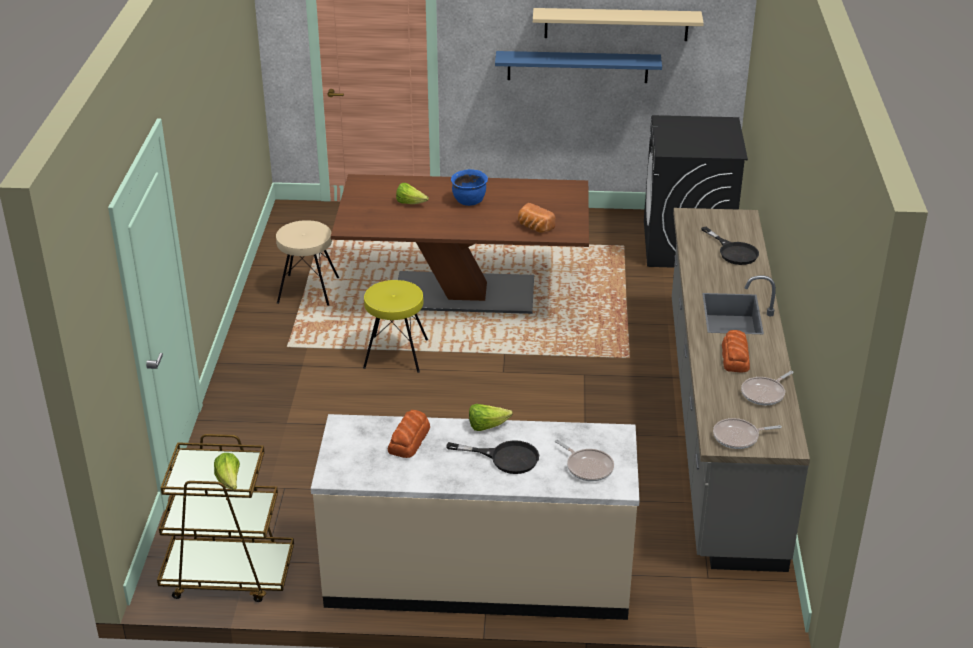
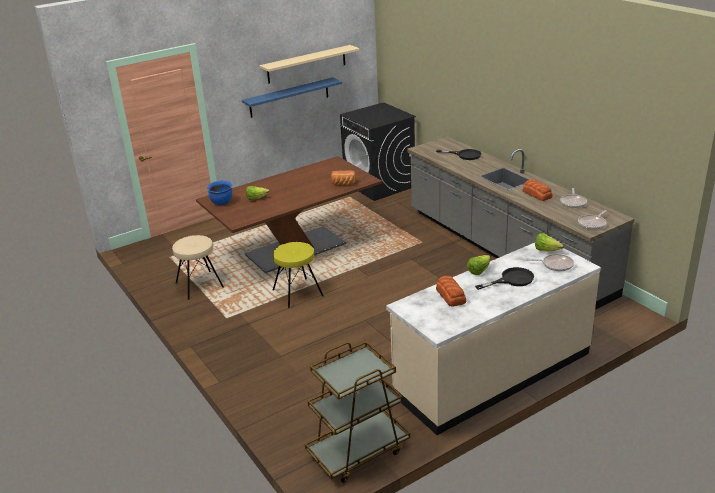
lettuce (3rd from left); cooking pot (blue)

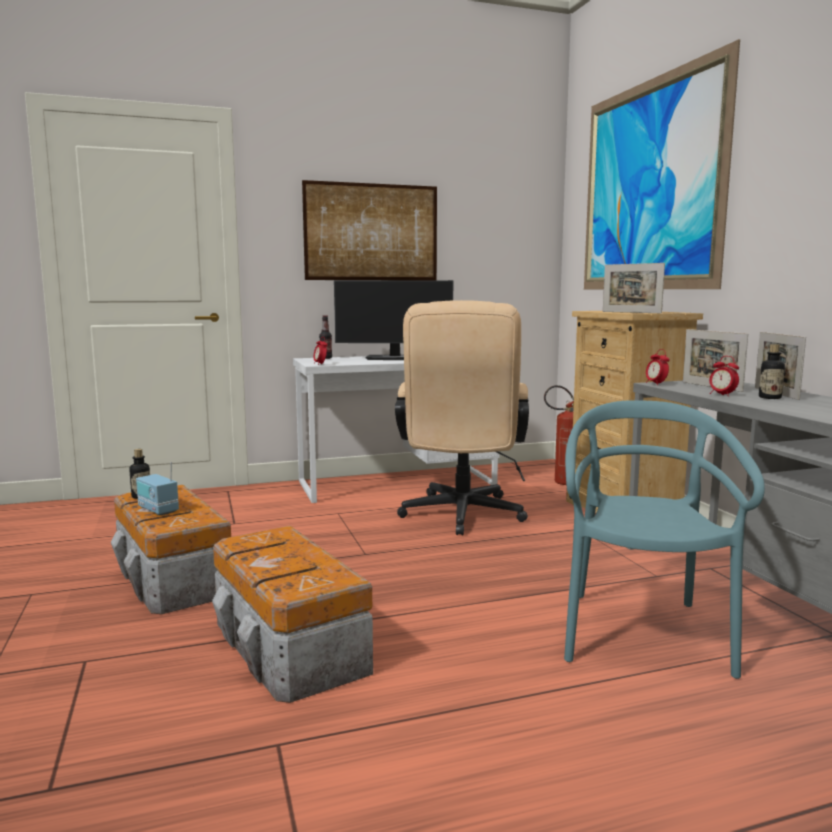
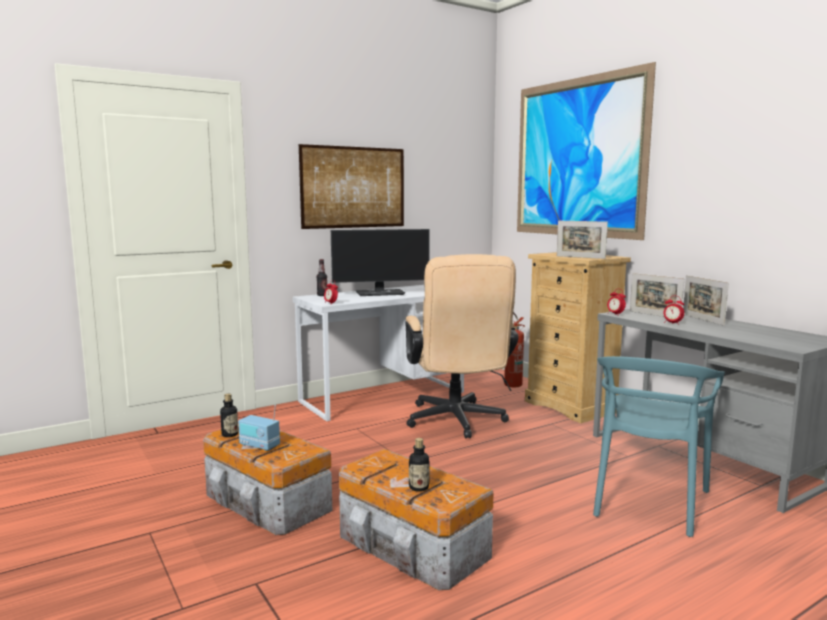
chair (turquoise); bottle (3rd from left)

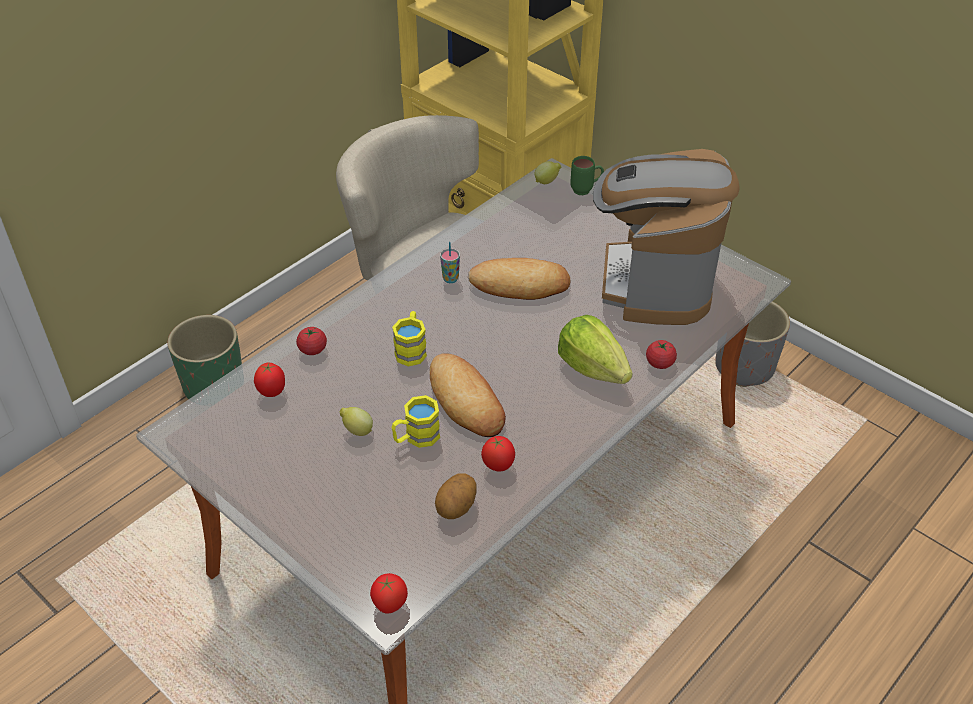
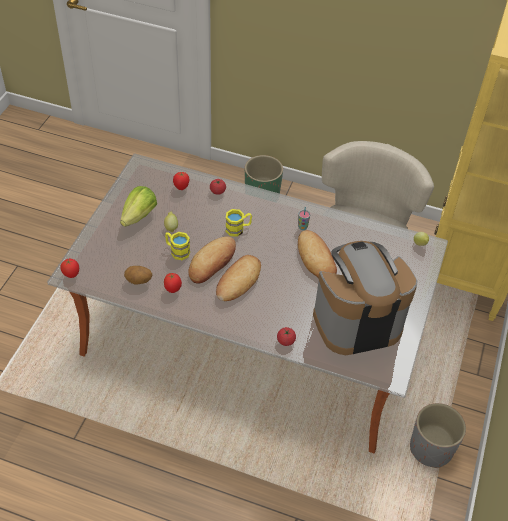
lettuce; mug (green); bread (2nd from left)

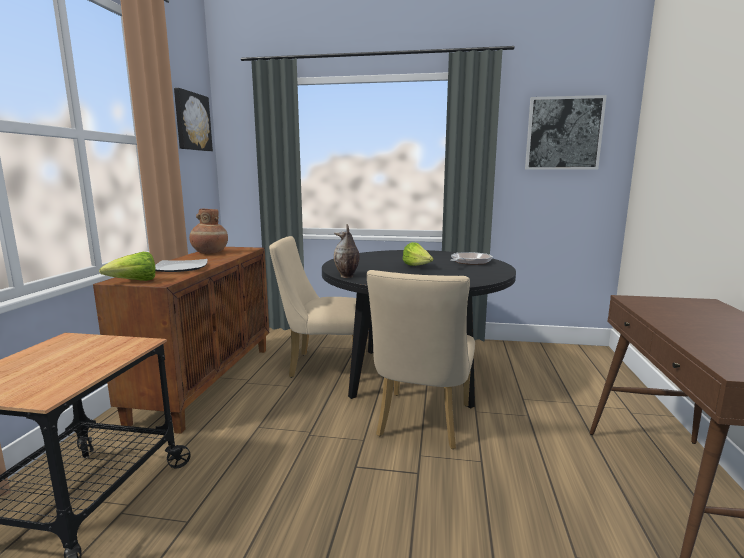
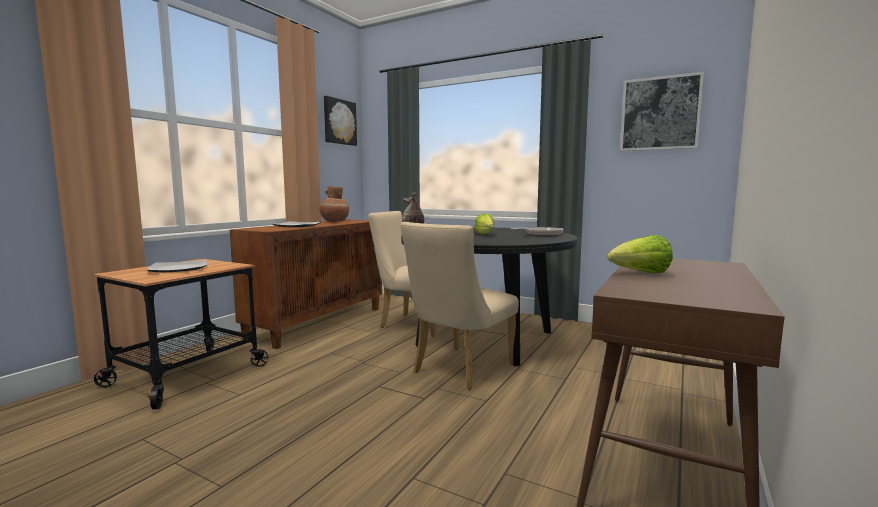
lettuce (2nd from left); plate (1st from left)

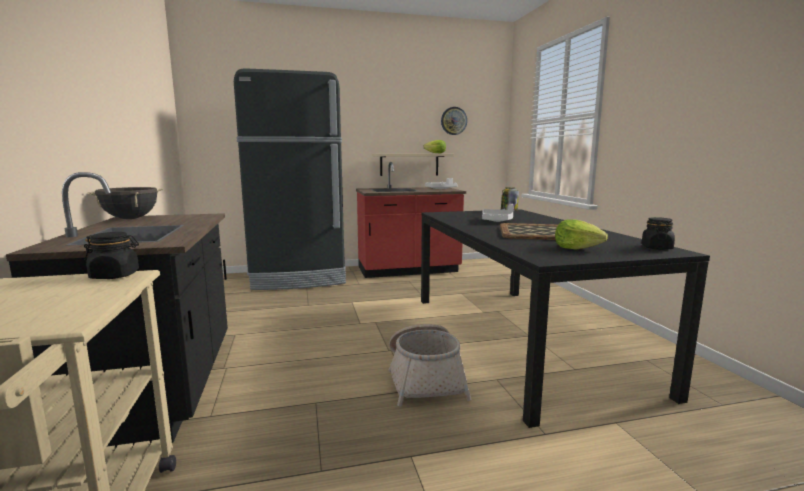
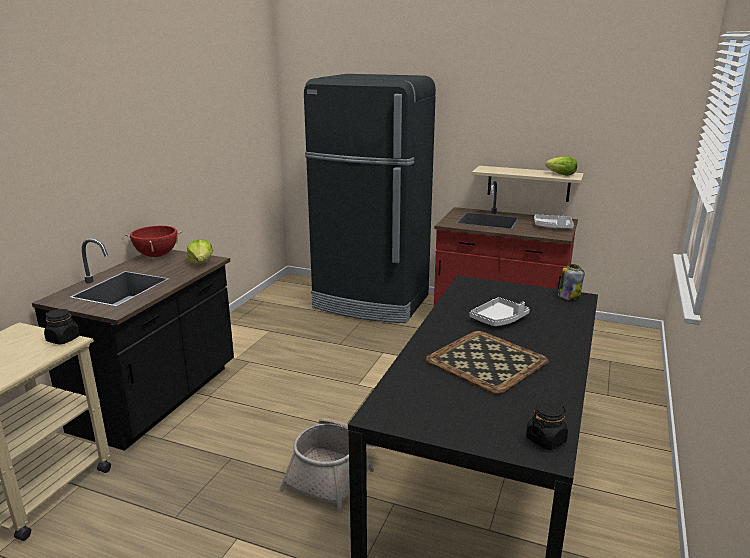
cooking pot (red); wall clock; lettuce (1st from left)

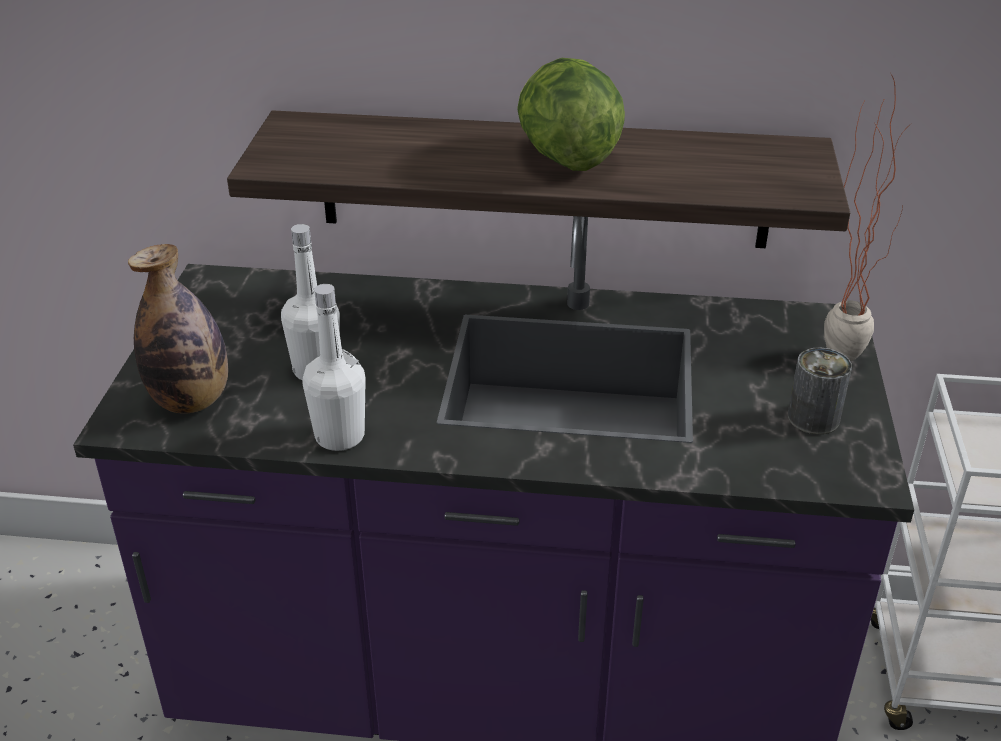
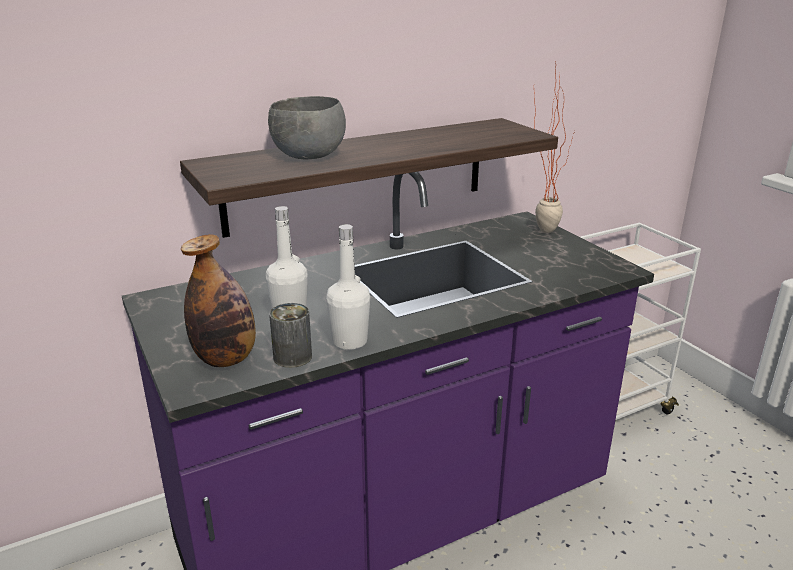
lettuce; can; bowl (grey)

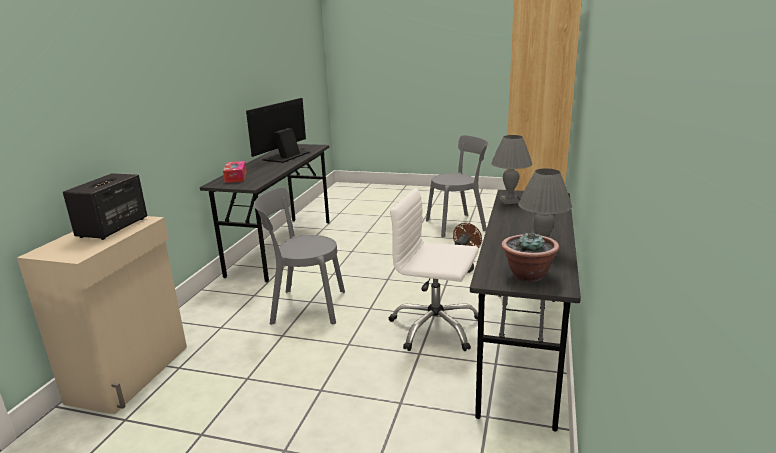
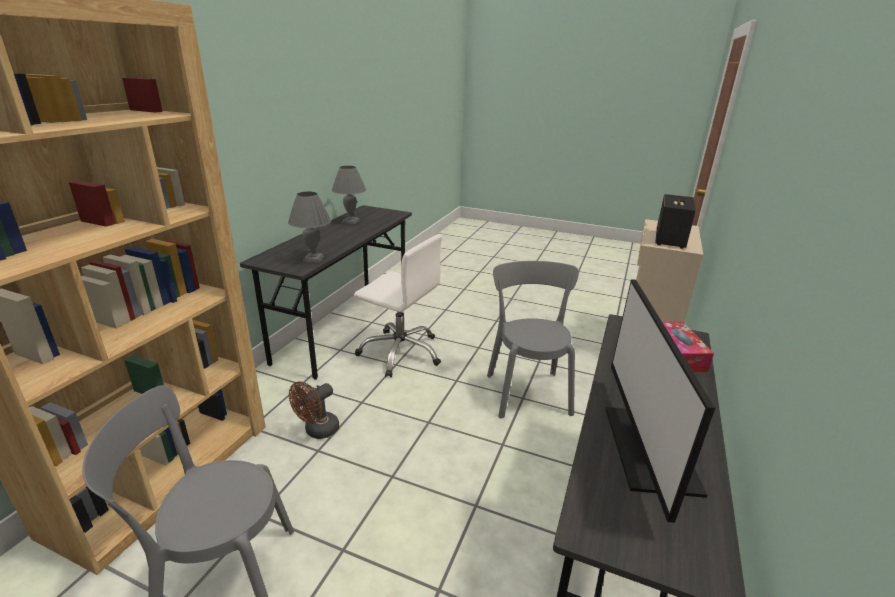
monitor; chair (grey) (2nd from left); potted plant

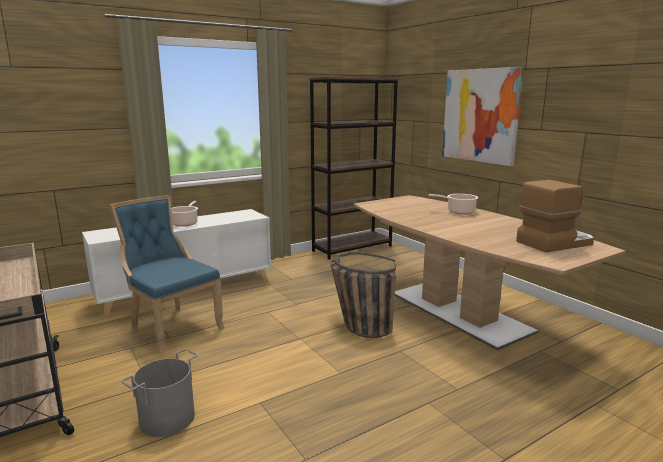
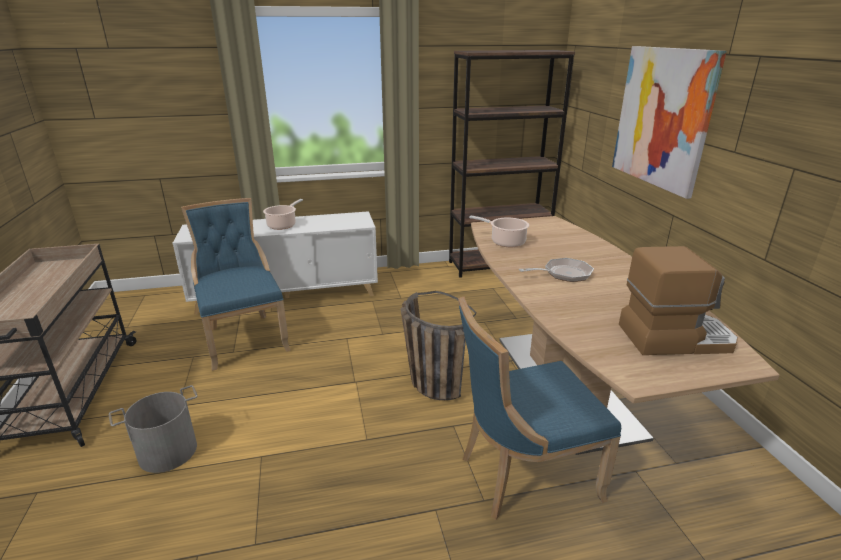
cooking pot (2nd from left); chair (blue) (2nd from left); frying pan

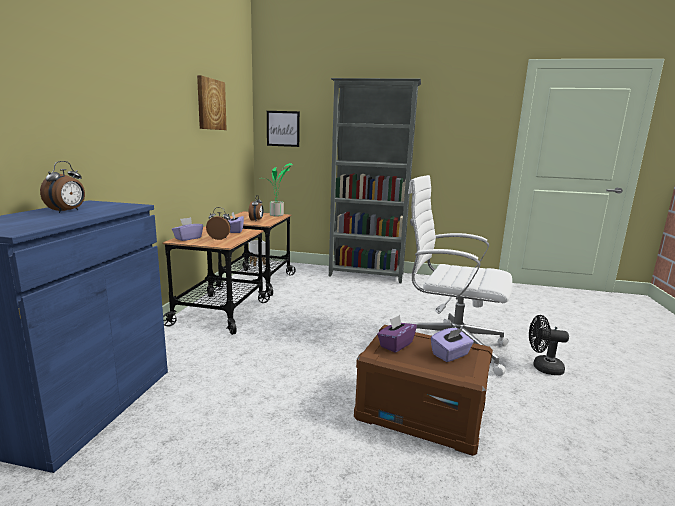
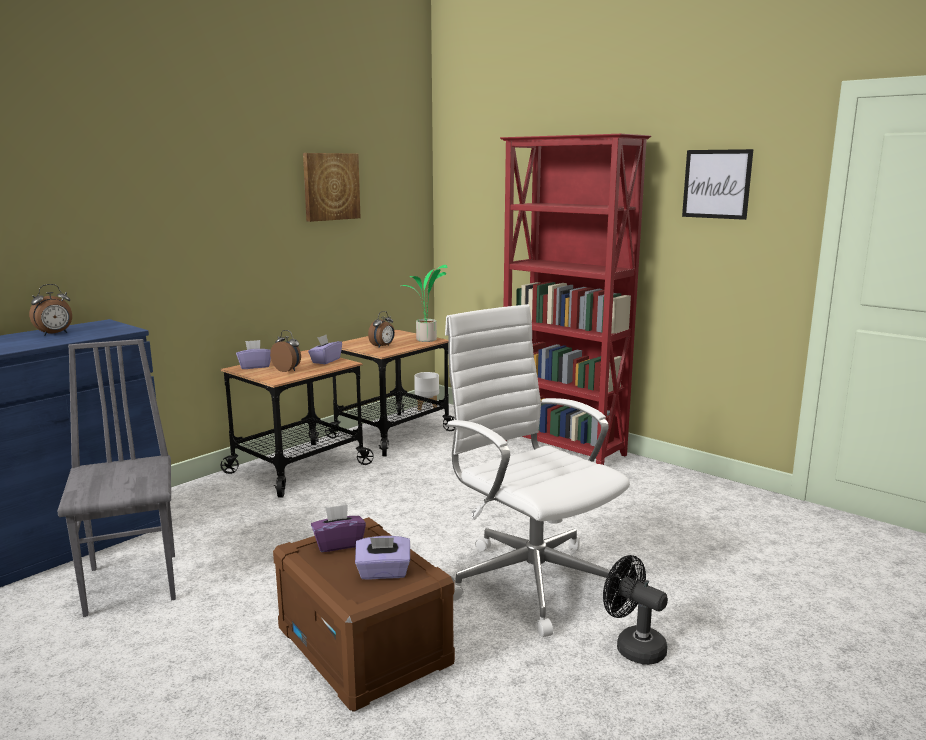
picture (2nd from left); bookcase (red); chair (grey)

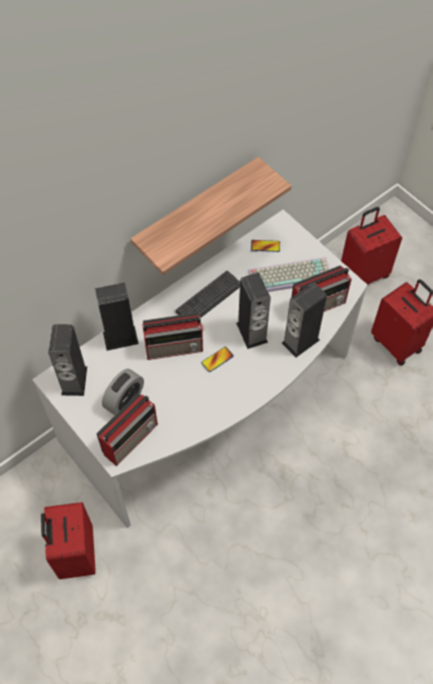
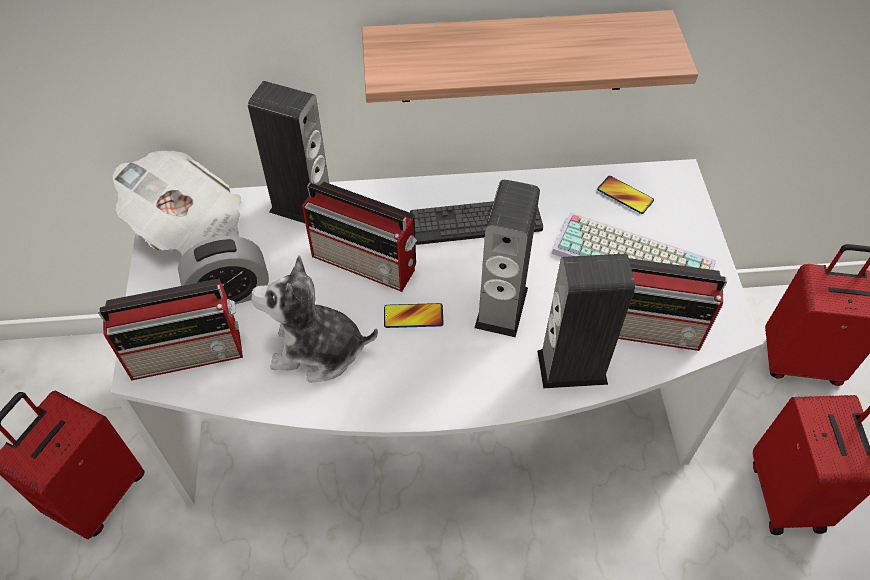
newspaper; plush toy

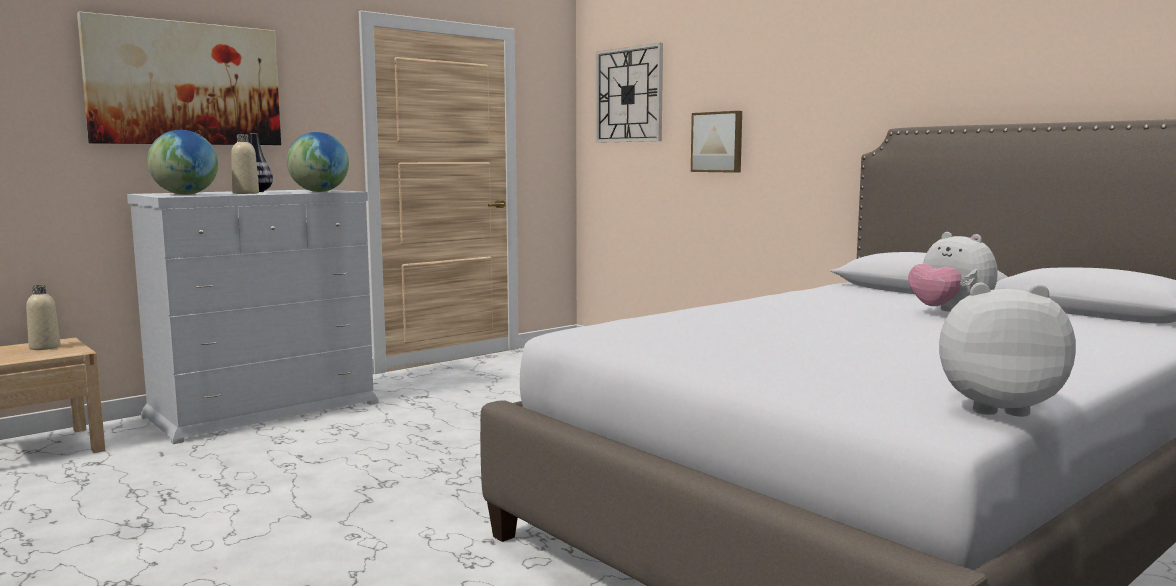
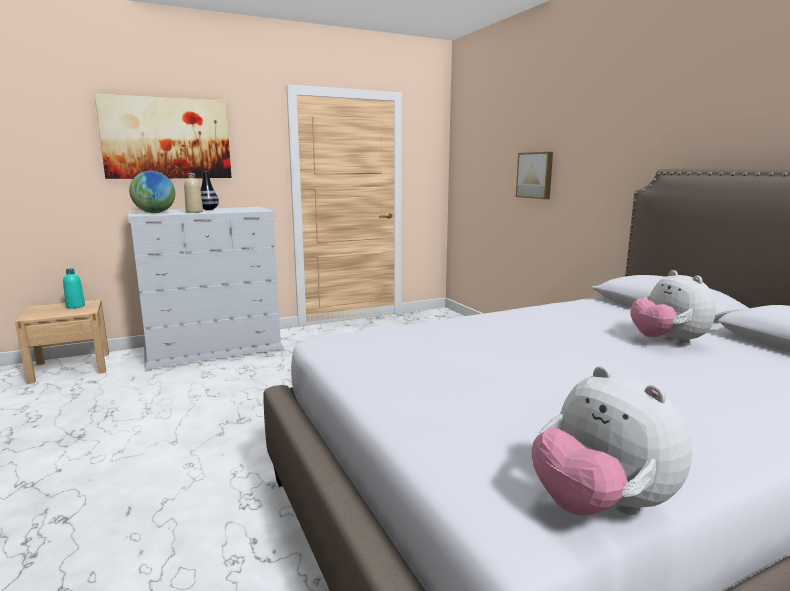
bottle (turquoise); globe (2nd from left in the first image); wall clock; plush toy (1st from left)

